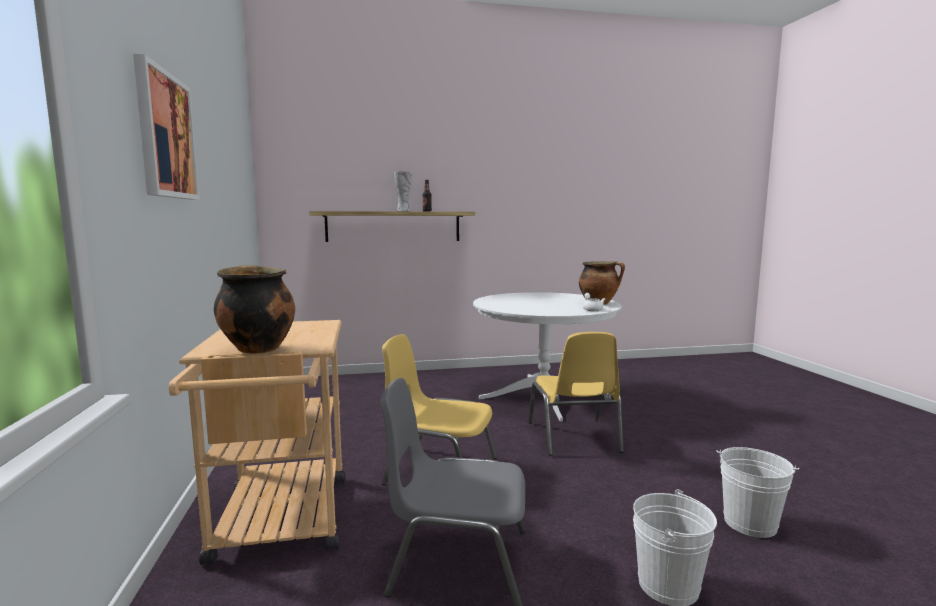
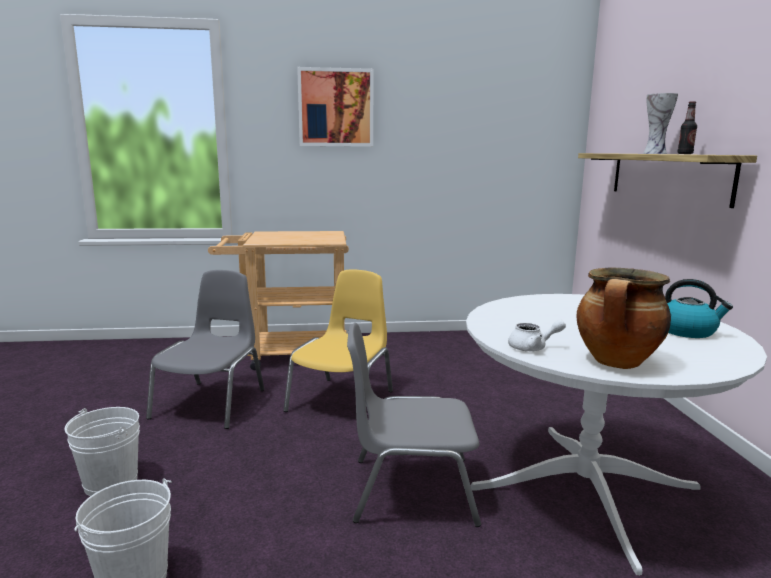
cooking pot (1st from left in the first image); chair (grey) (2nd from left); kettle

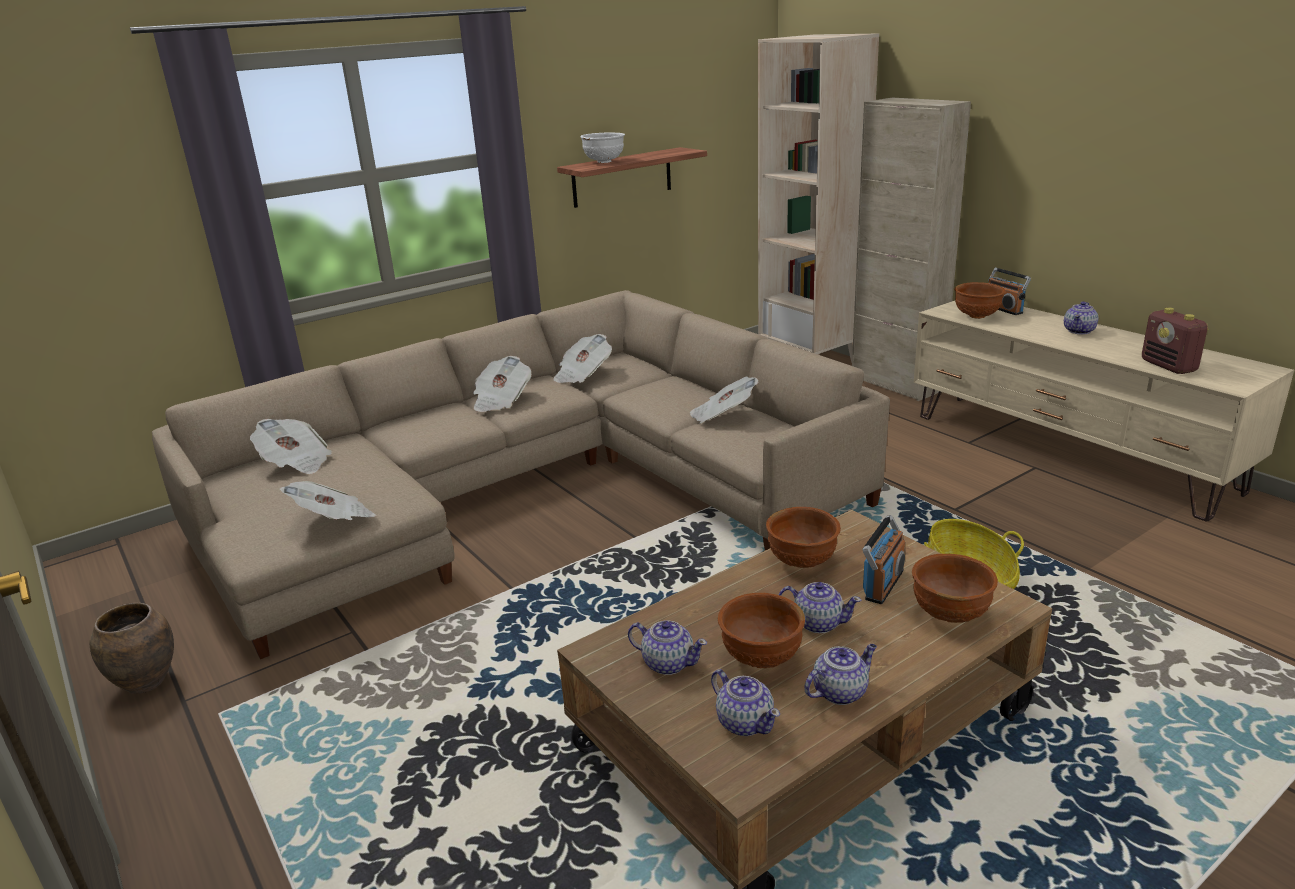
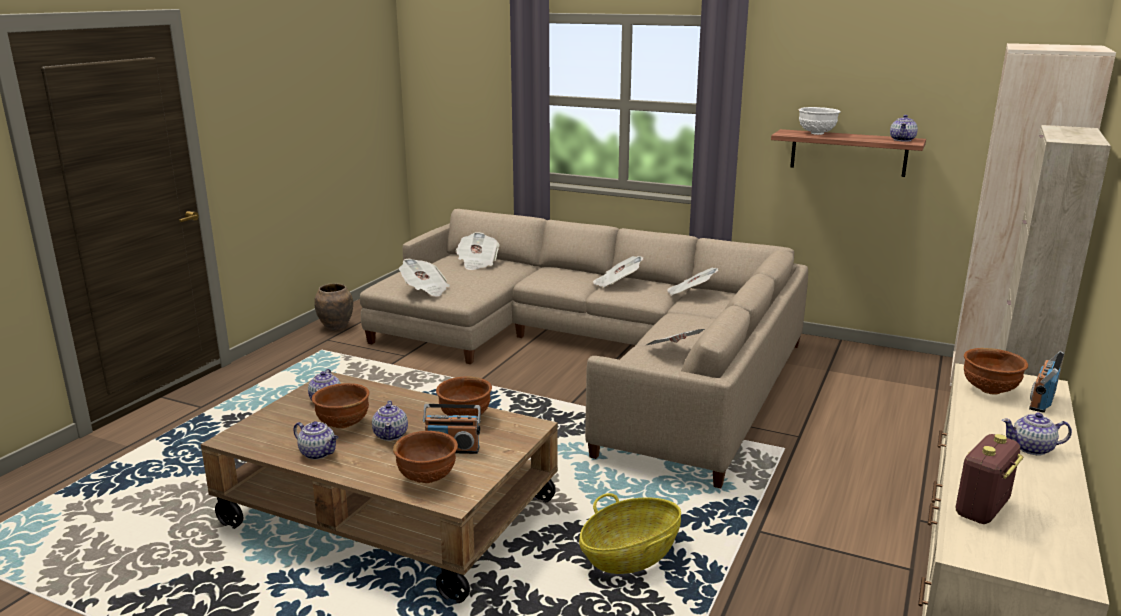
teapot (4th from left)

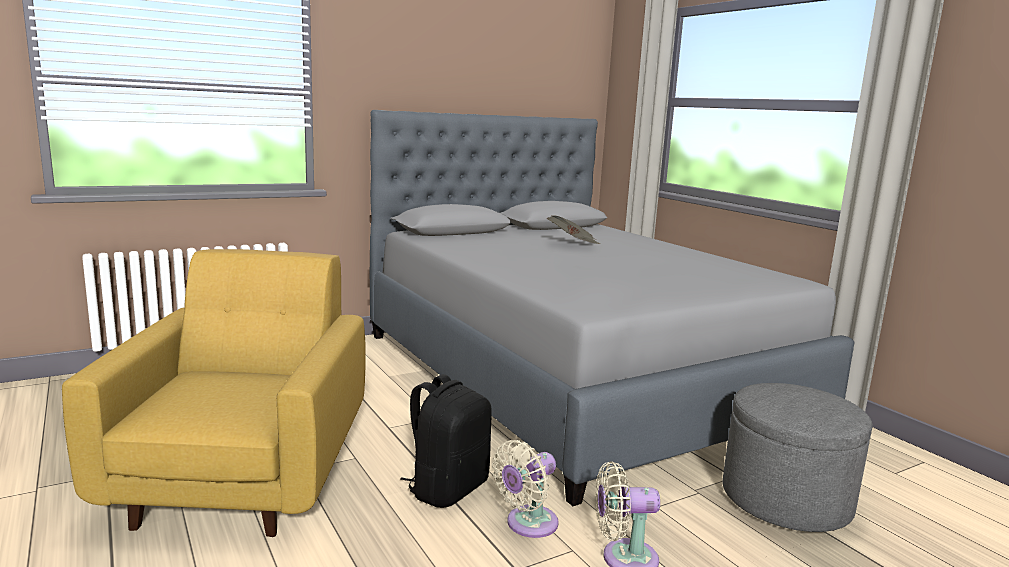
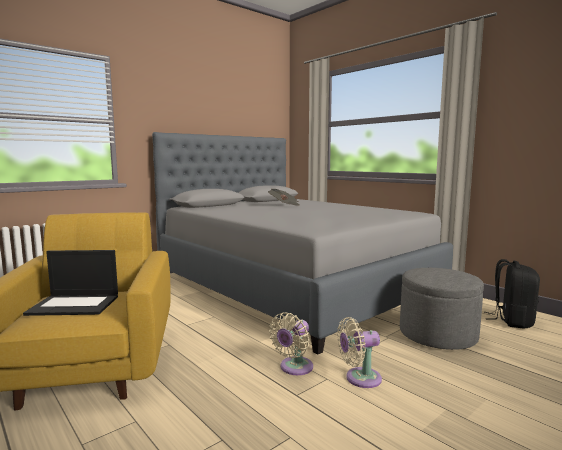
backpack (black); laptop

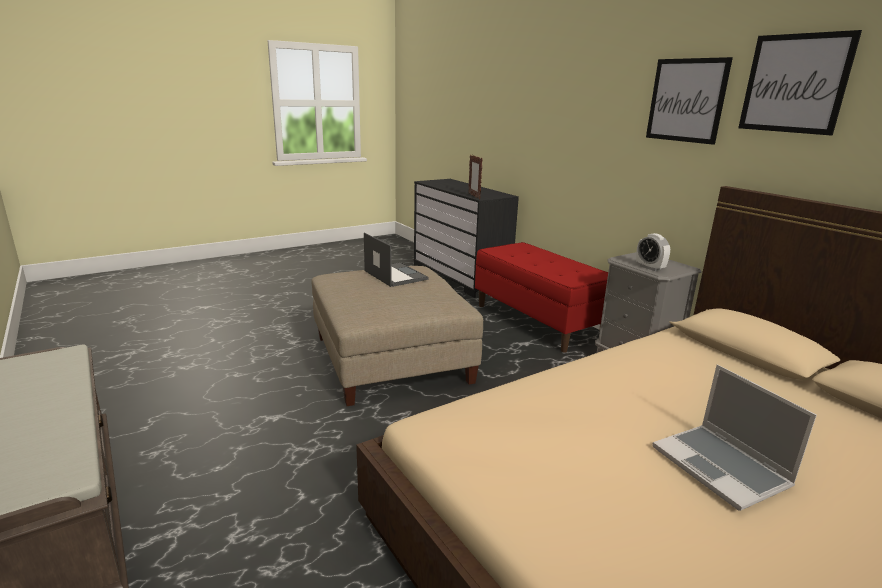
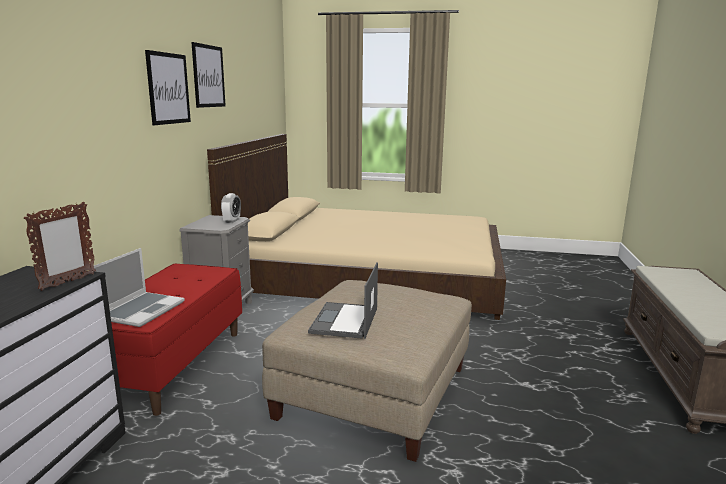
laptop (1st from left)

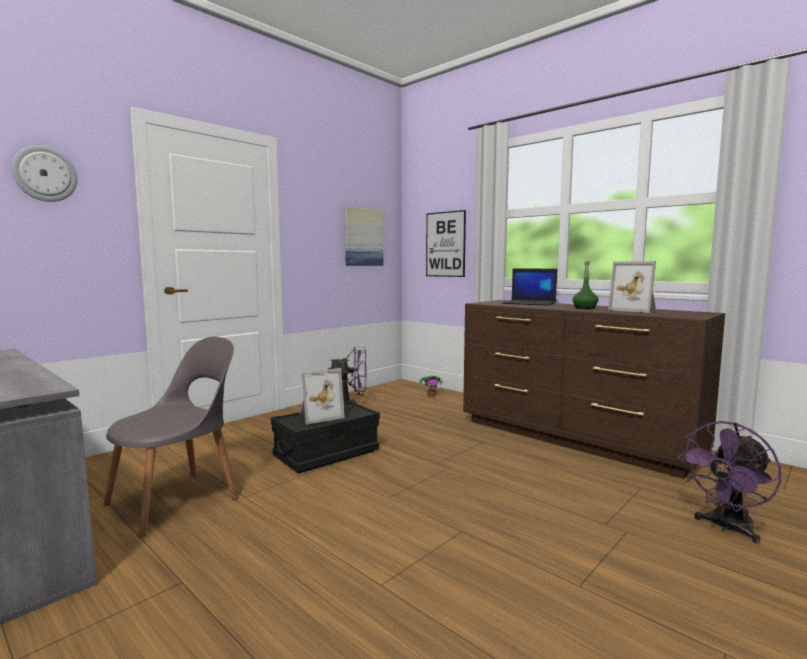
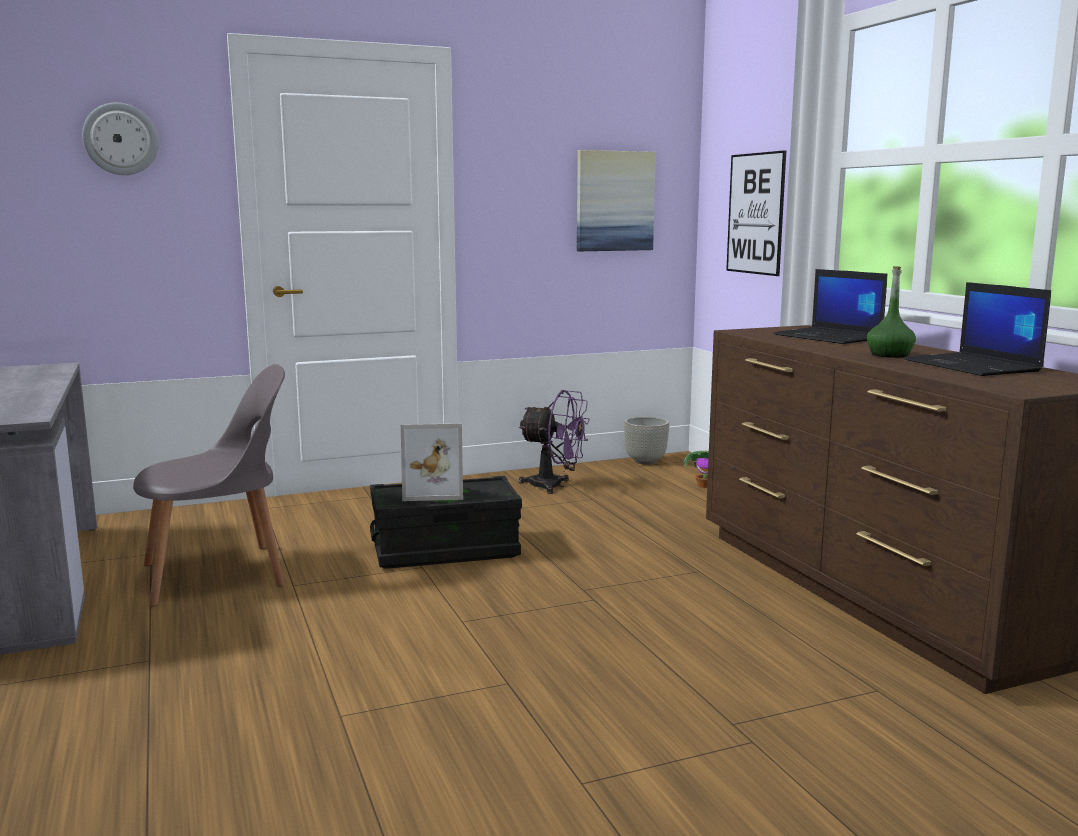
laptop (2nd from left); fan (purple) (2nd from left in the first image); planter (grey)

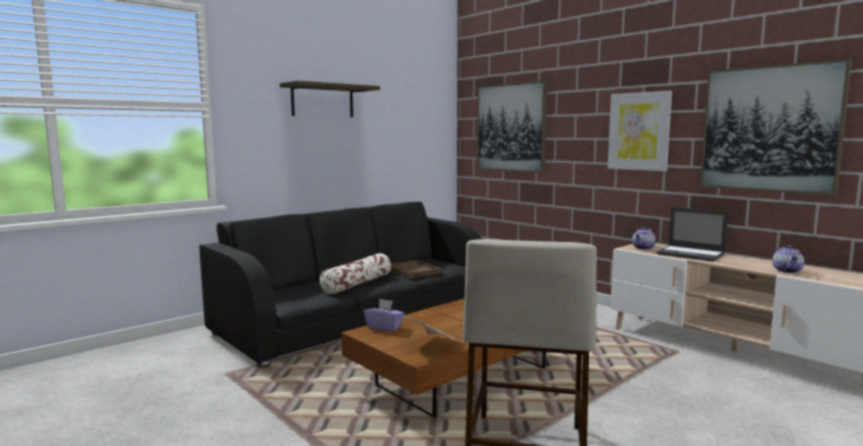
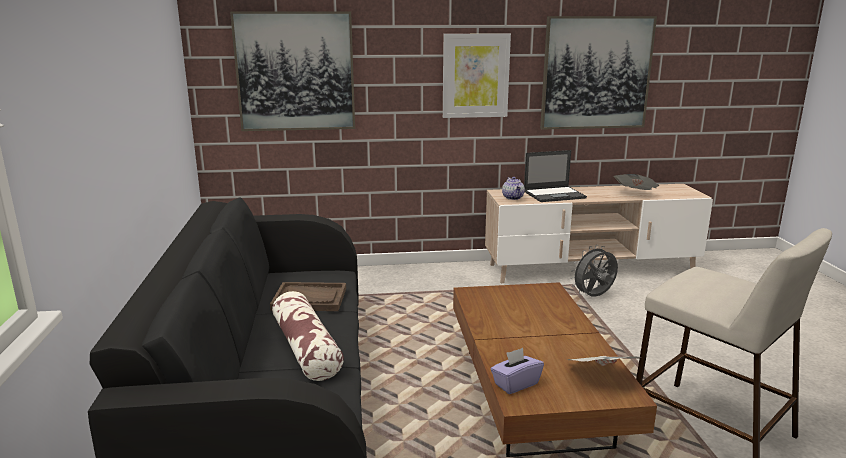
shelf; newspaper (2nd from left); fan (grey)

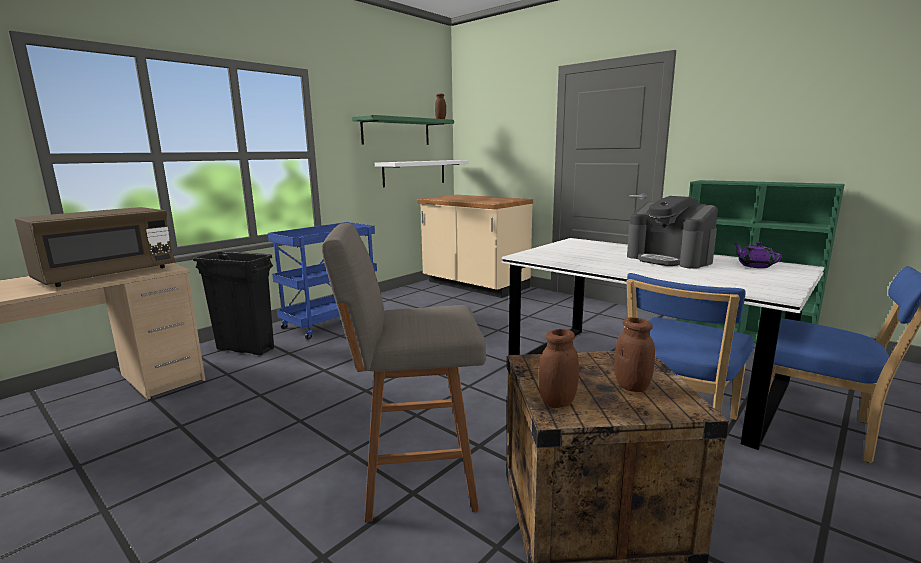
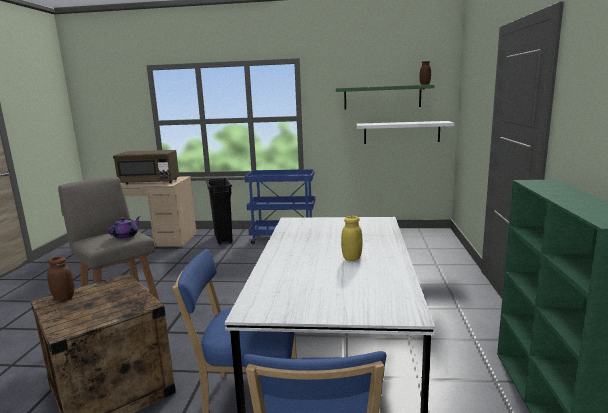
counter (beige); jar (brown) (3rd from left in the first image); jar (yellow); teapot (purple)

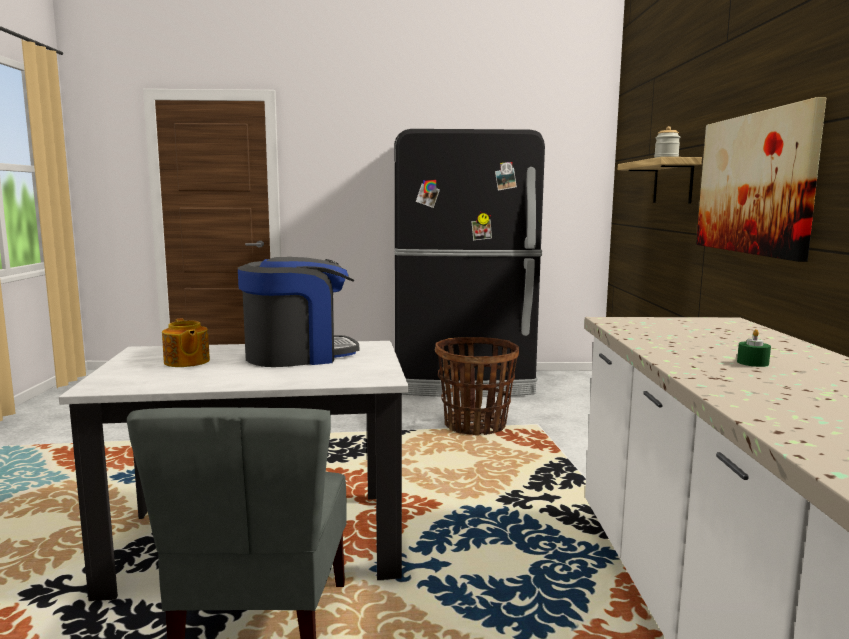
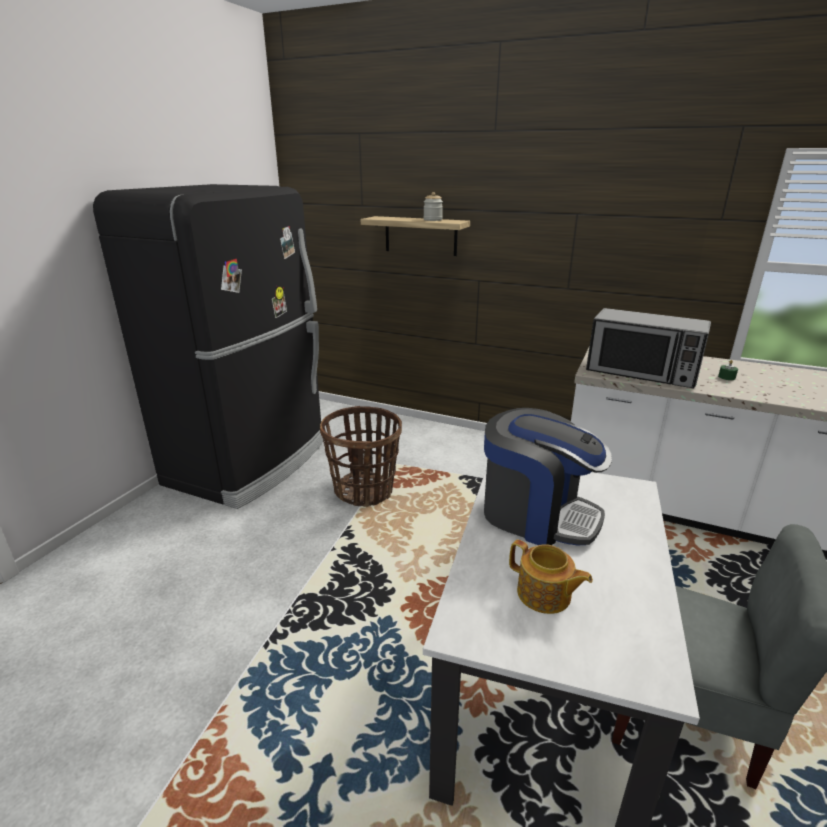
teapot; coffee machine; picture; microwave

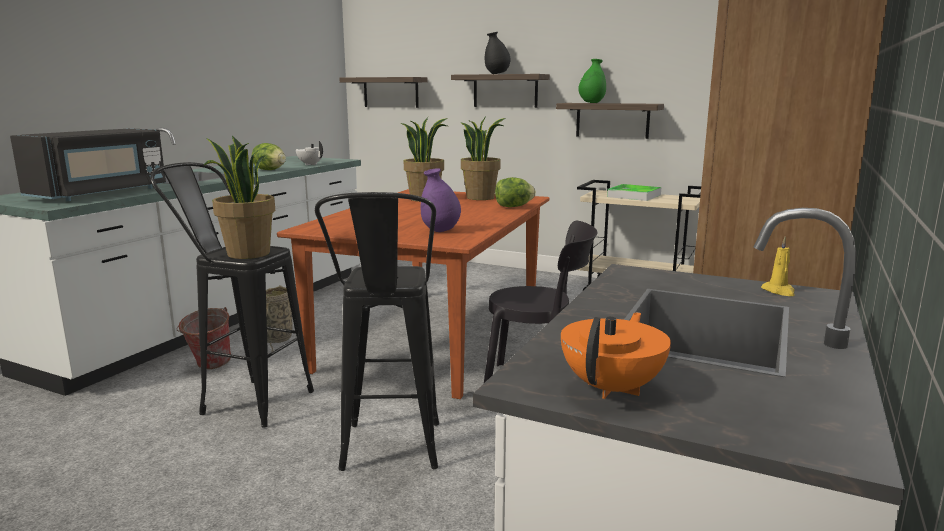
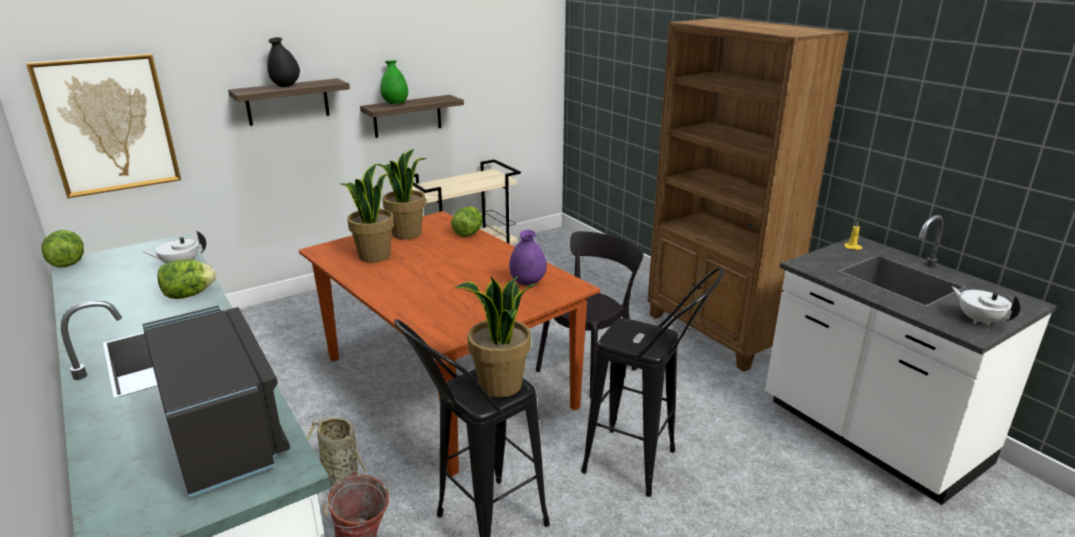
picture; teapot (white) (2nd from left); tray; lettuce (1st from left)

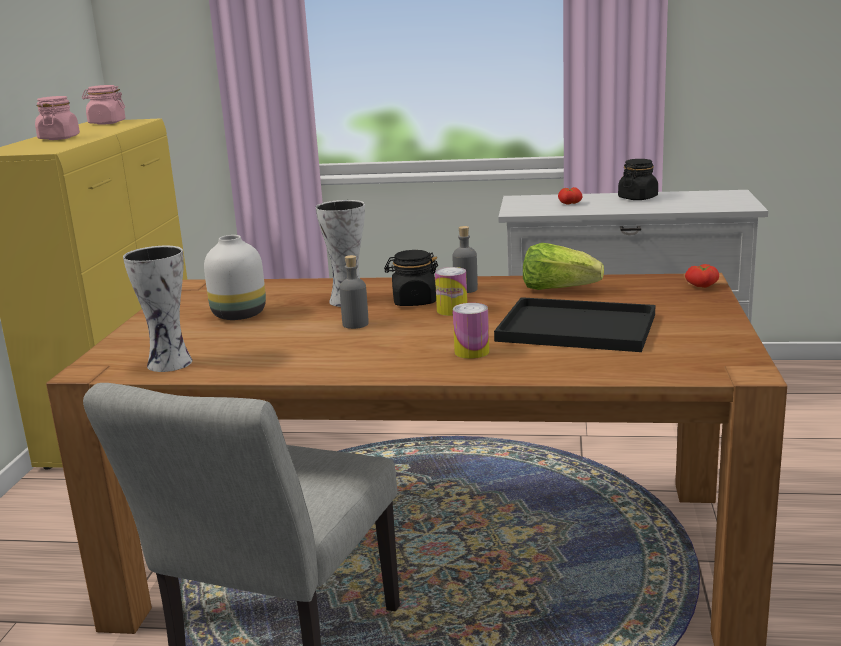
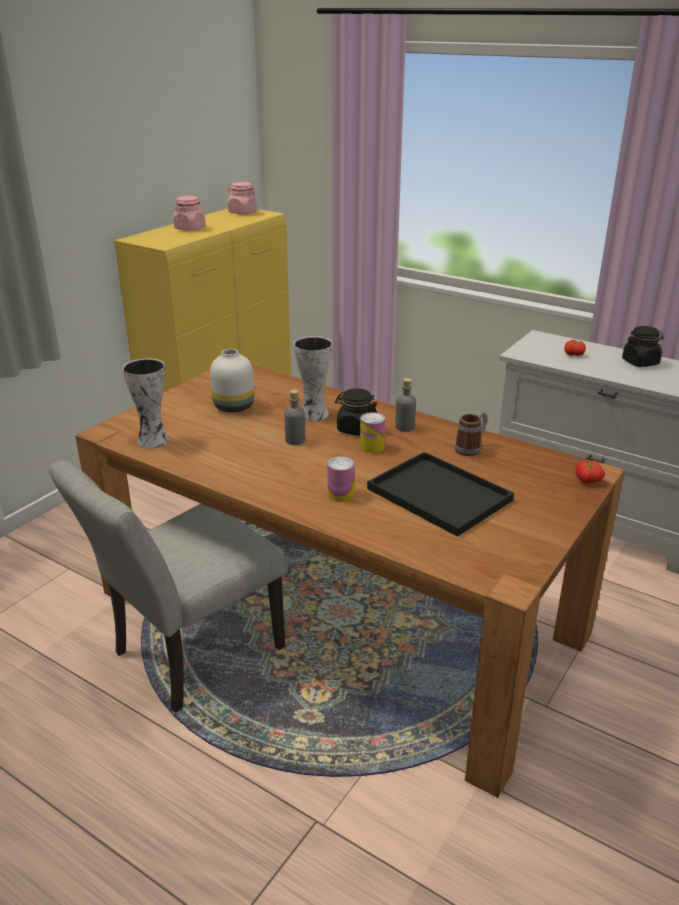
mug

